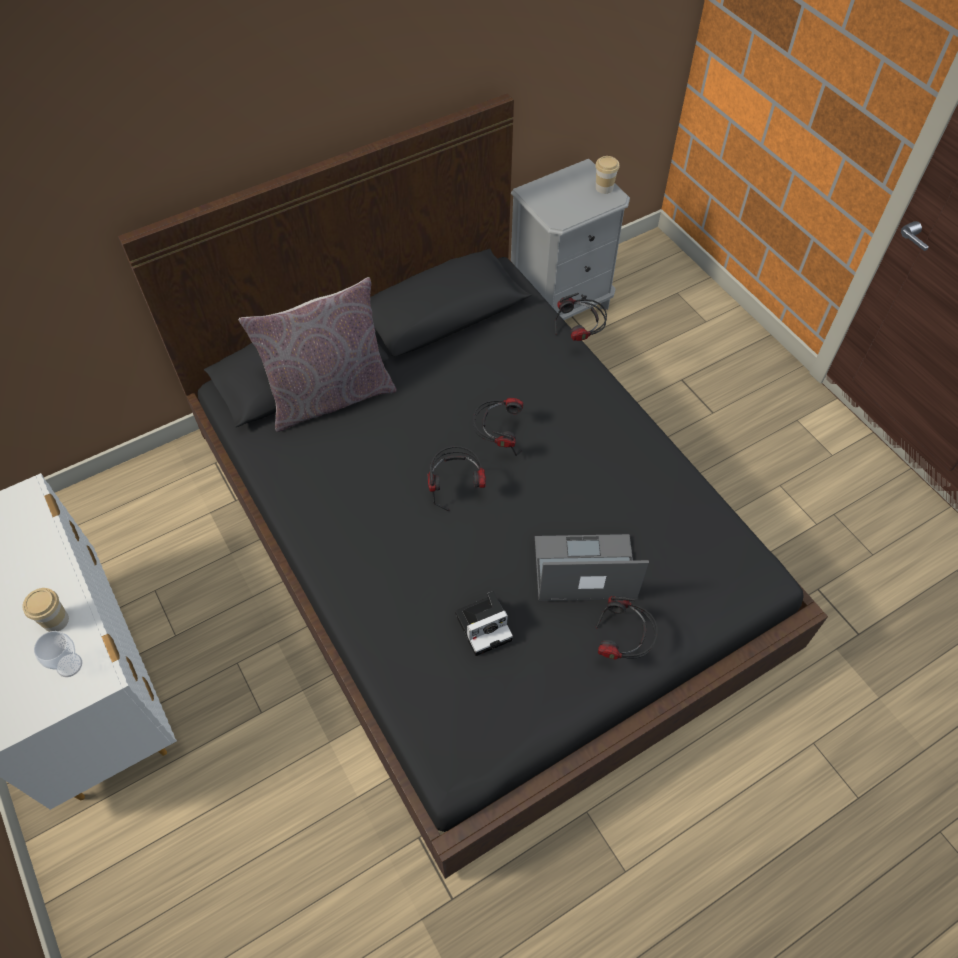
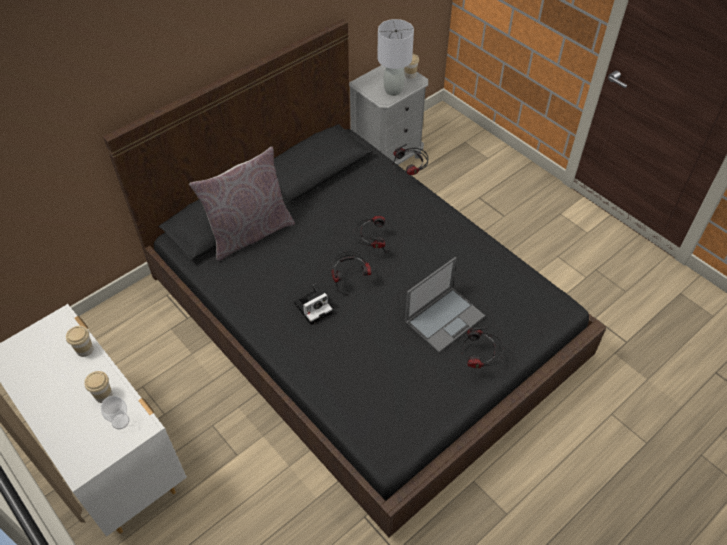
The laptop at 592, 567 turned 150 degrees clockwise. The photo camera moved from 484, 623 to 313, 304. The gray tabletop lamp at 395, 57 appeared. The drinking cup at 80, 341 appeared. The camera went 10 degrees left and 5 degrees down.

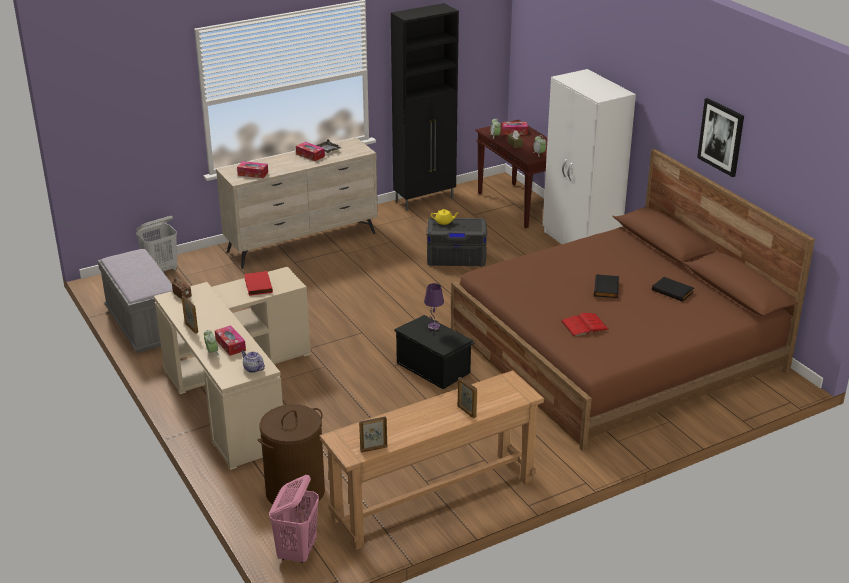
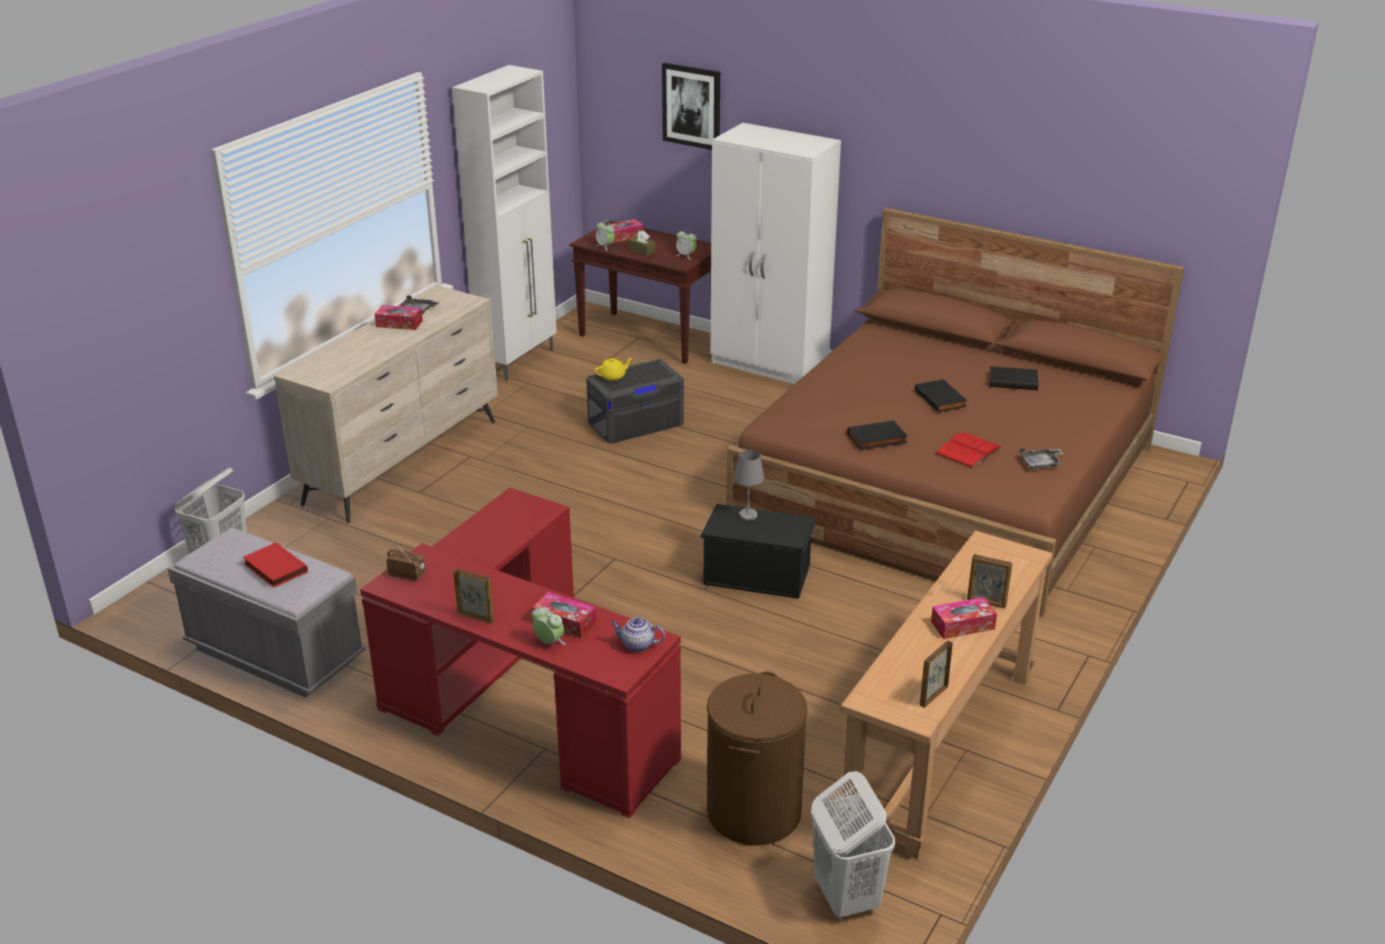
The blackish storage cabinet at 425, 106 became the whitish storage cabinet at 504, 223. The wall picture moved from 720, 137 to 691, 106. The box of tissues moved from 252, 169 to 964, 618. The beige-coloured desk unit at 232, 368 became the red desk unit at 520, 653. The red volume moved from 258, 283 to 275, 565. The purplish tabletop lamp at 434, 306 became the gray tabletop lamp at 749, 485. The pink-coloured hamper at 294, 519 became the whitish hamper at 853, 844. The blackish volume at 877, 435 appeared. The gray carrying tray at 1041, 459 appeared. The camera went 30 degrees left and 0 degrees up.

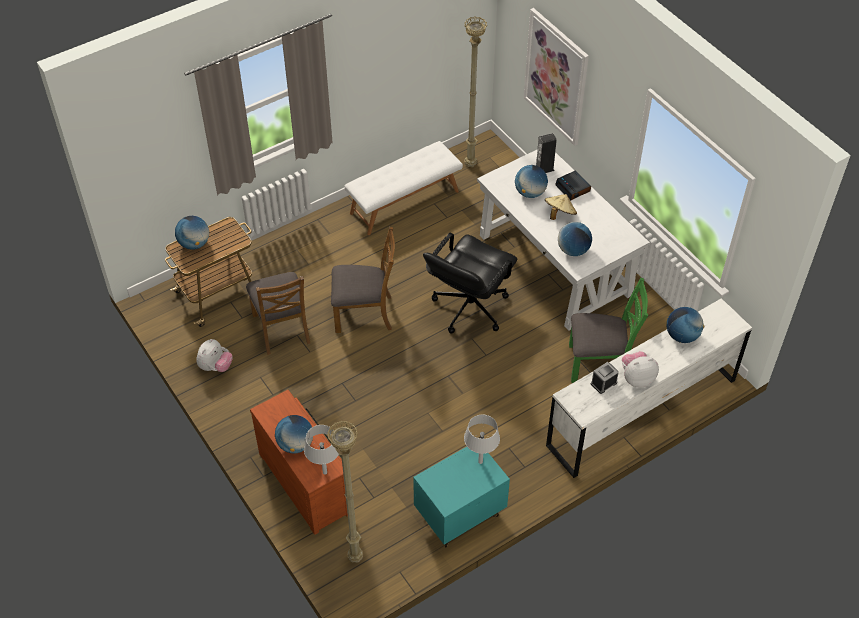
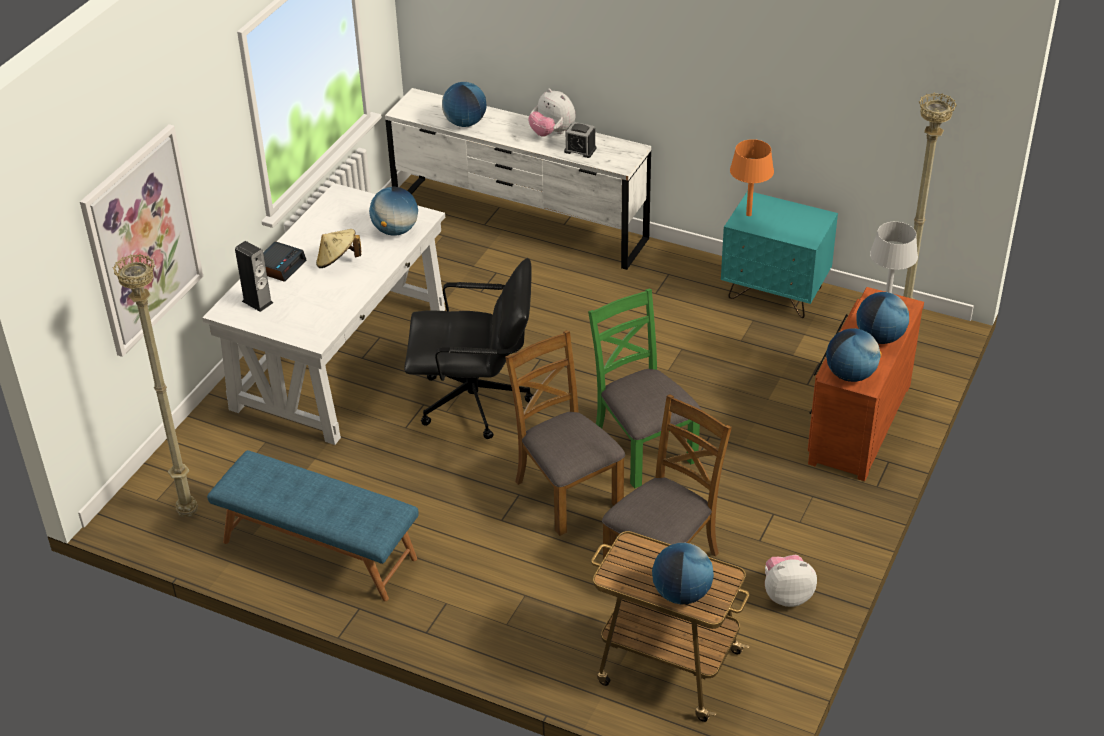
The whitish indoor bench at 404, 188 became the bluish indoor bench at 313, 525. The globe moved from 531, 181 to 854, 355. The green upright chair moved from 608, 330 to 644, 388. The gray tabletop lamp at 482, 439 became the orange tabletop lamp at 752, 177. The camera went 120 degrees left and 10 degrees down.

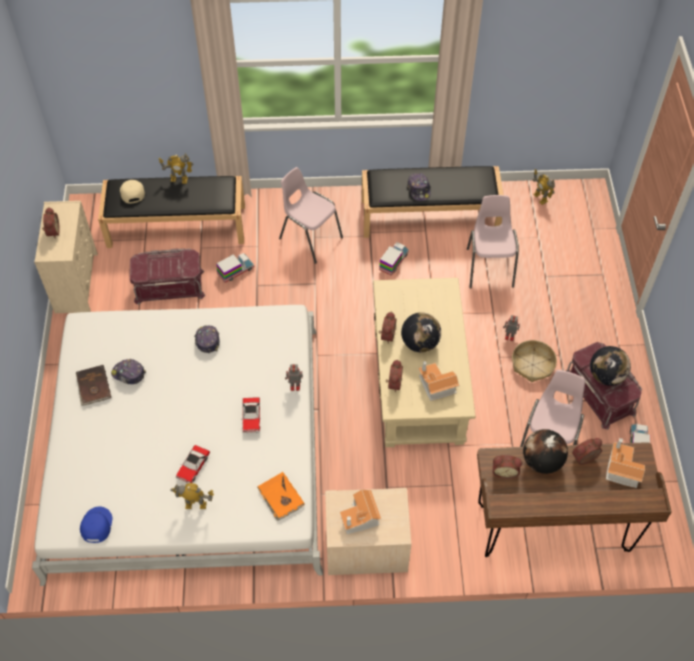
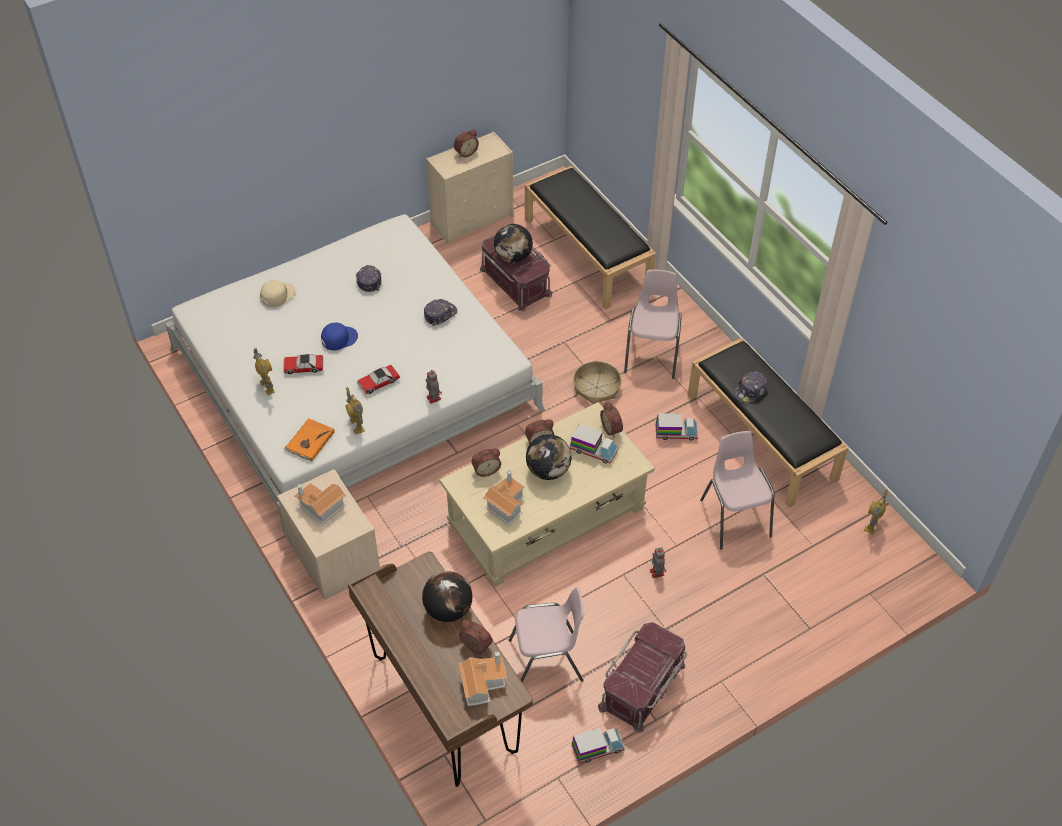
The robot figure moved from 176, 168 to 355, 411. The beige-coloured baseball cap moved from 132, 191 to 277, 293. The pink-coloured upright chair at 493, 241 turned 75 degrees counterclockwise. The toy truck moved from 235, 268 to 594, 444. The basket moved from 534, 361 to 597, 382. The globe moved from 610, 366 to 513, 243. The brown-coloured volume at 93, 385 disappeared. The alarm clock moved from 507, 467 to 611, 419. The bluish baseball cap moved from 96, 525 to 339, 336. The camera went 60 degrees right and 5 degrees down.

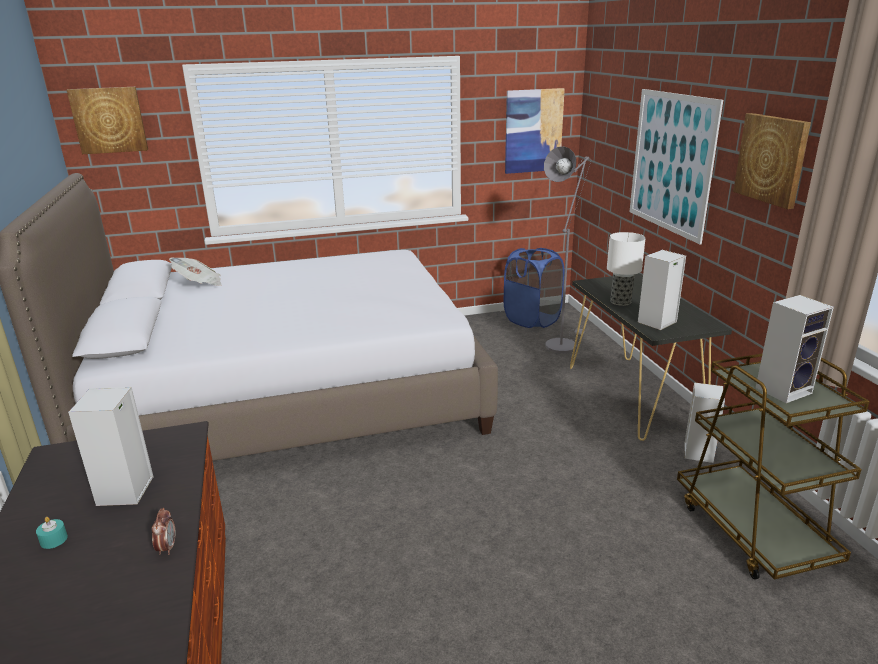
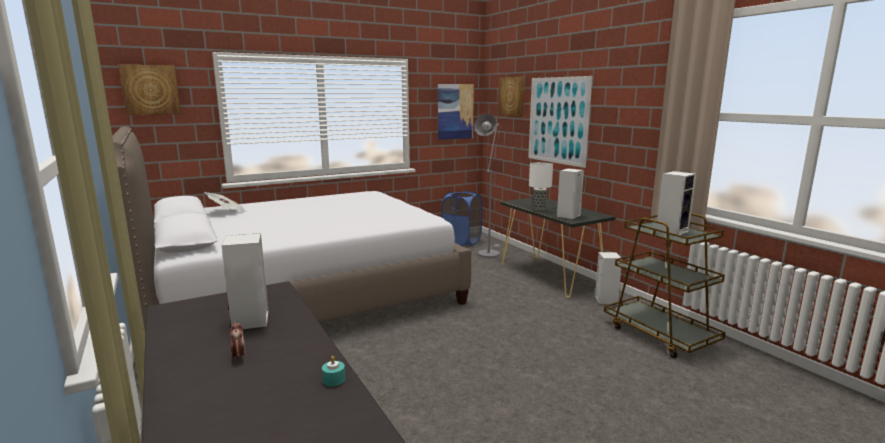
The wall picture moved from 772, 161 to 511, 97. The alarm clock moved from 163, 531 to 237, 340. The turquoise wax light moved from 52, 533 to 333, 371. The camera went 15 degrees left and 10 degrees down.

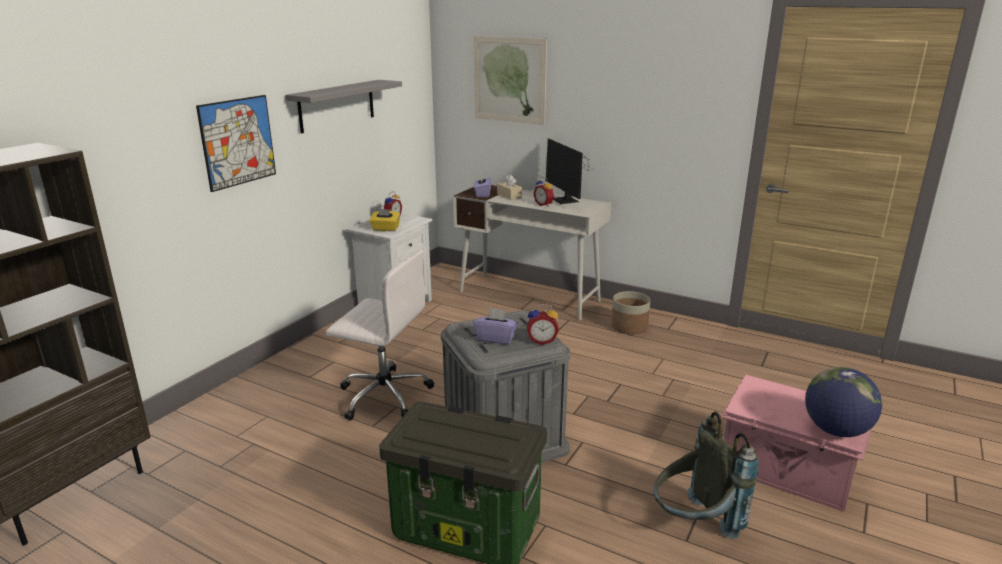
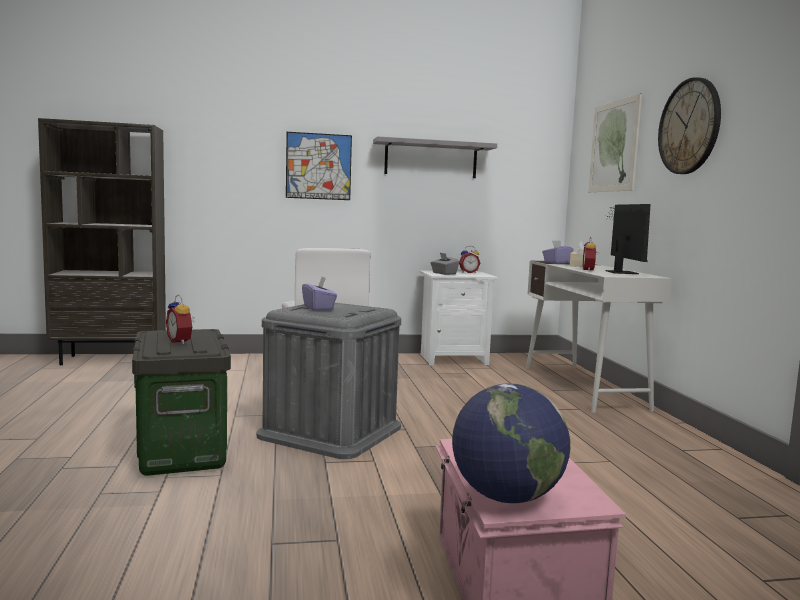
The computer display at 569, 171 turned 150 degrees clockwise. The yellowish box of tissues at 385, 220 became the gray box of tissues at 445, 264. The planter at 630, 312 disappeared. The alarm clock moved from 543, 324 to 180, 319. The gray backpack at 706, 475 disappeared. The clock on the wall at 689, 125 appeared. The camera went 50 degrees right and 15 degrees down.

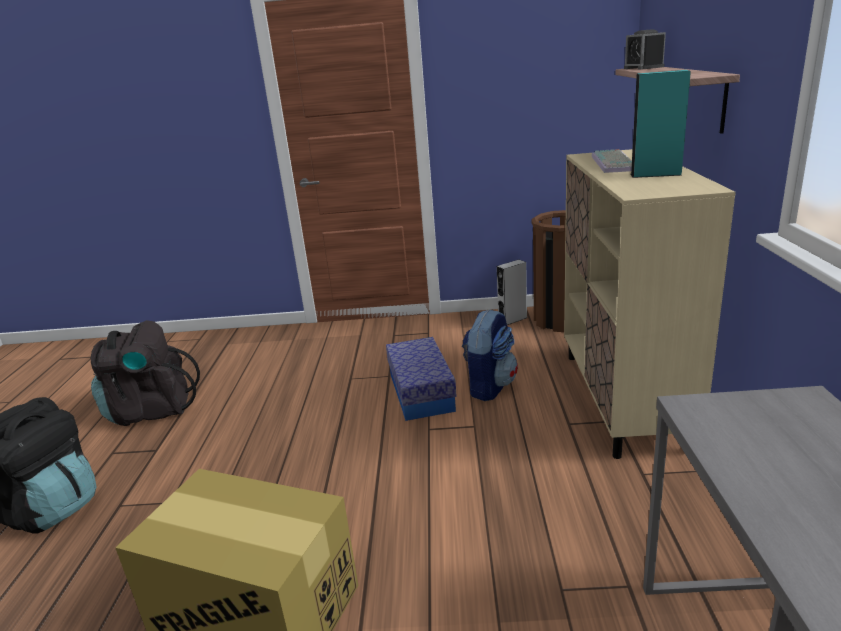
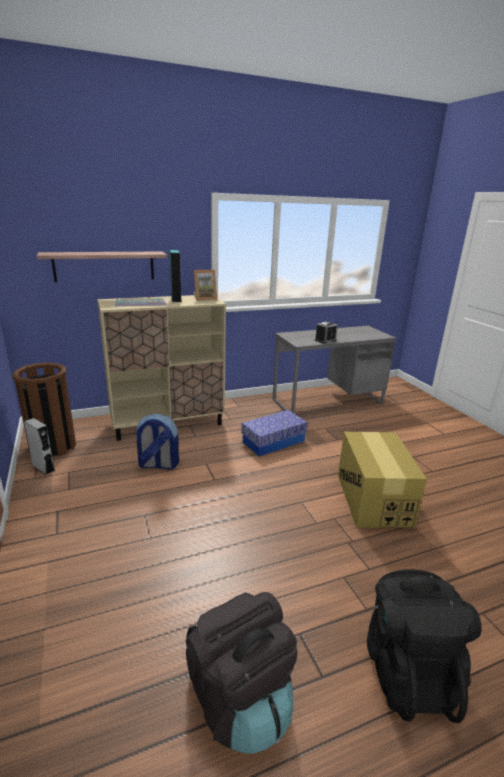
The alarm clock moved from 645, 49 to 326, 332. The storage box moved from 421, 379 to 274, 433. The standing frame at 205, 285 appeared. The camera went 115 degrees left and 0 degrees up.

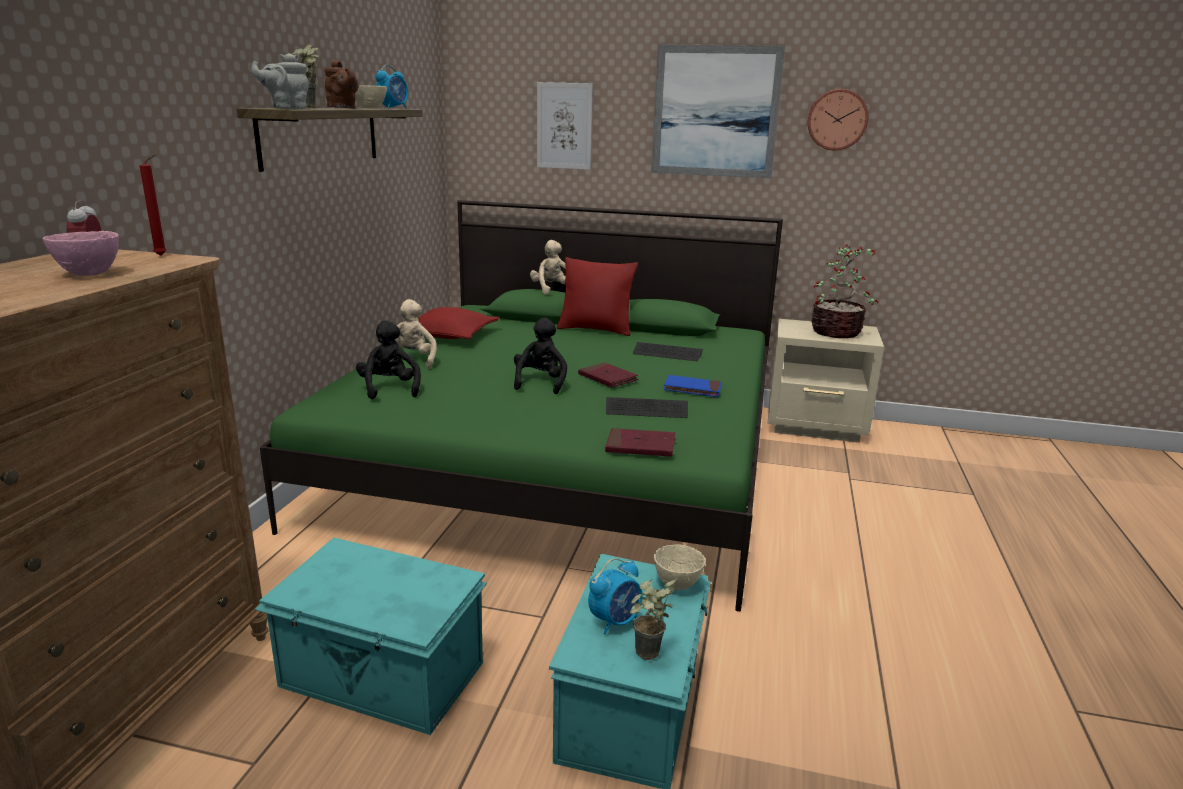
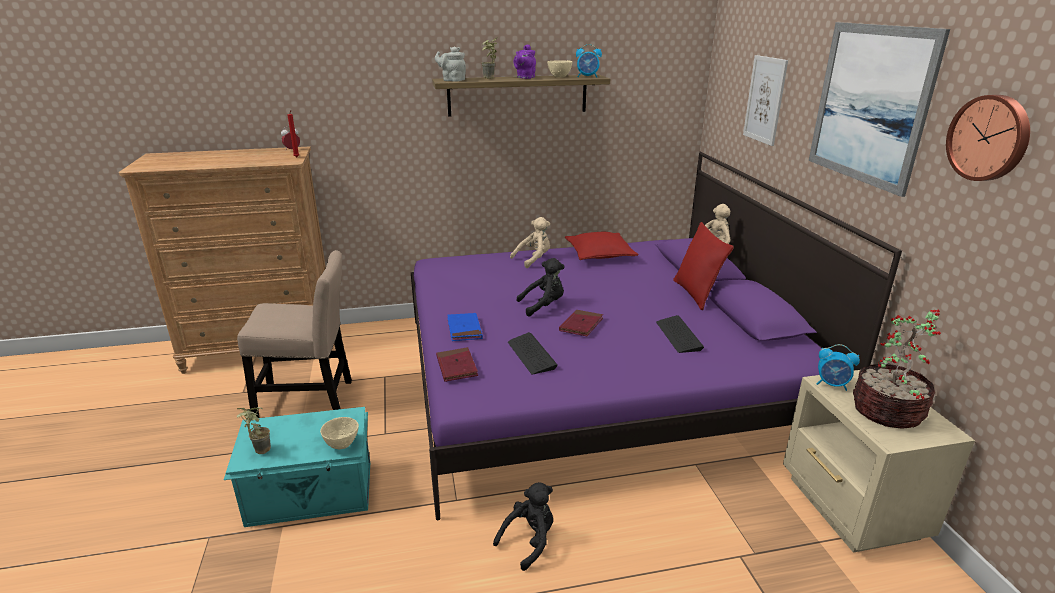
The brown-coloured tea pot at 341, 84 became the purplish tea pot at 525, 61. The green bedroom bed at 521, 406 became the purplish bedroom bed at 656, 336. The pink-coloured serving bowl at 80, 253 disappeared. The blackish soft toy moved from 388, 359 to 523, 526. The bluish volume moved from 692, 386 to 465, 327. The turquoise storage box at 370, 636 was replaced by the beige-coloured upright chair at 294, 334. The alarm clock moved from 615, 596 to 838, 367. The camera went 65 degrees right and 5 degrees up.

